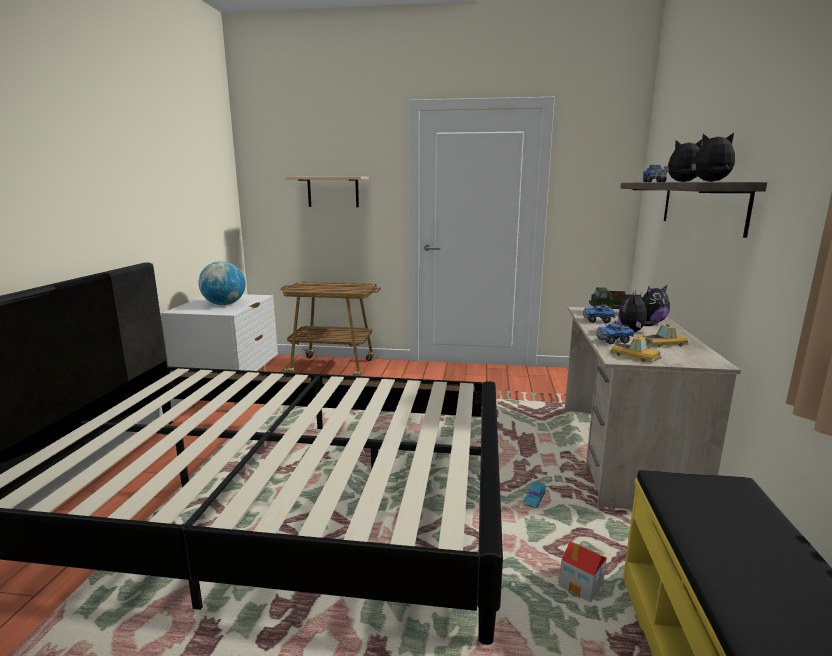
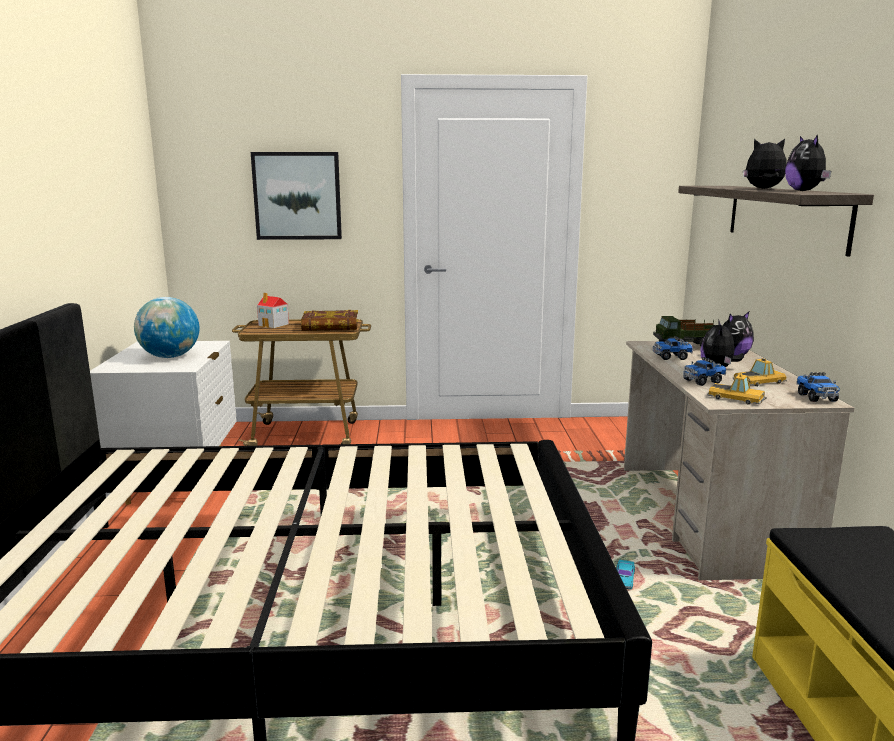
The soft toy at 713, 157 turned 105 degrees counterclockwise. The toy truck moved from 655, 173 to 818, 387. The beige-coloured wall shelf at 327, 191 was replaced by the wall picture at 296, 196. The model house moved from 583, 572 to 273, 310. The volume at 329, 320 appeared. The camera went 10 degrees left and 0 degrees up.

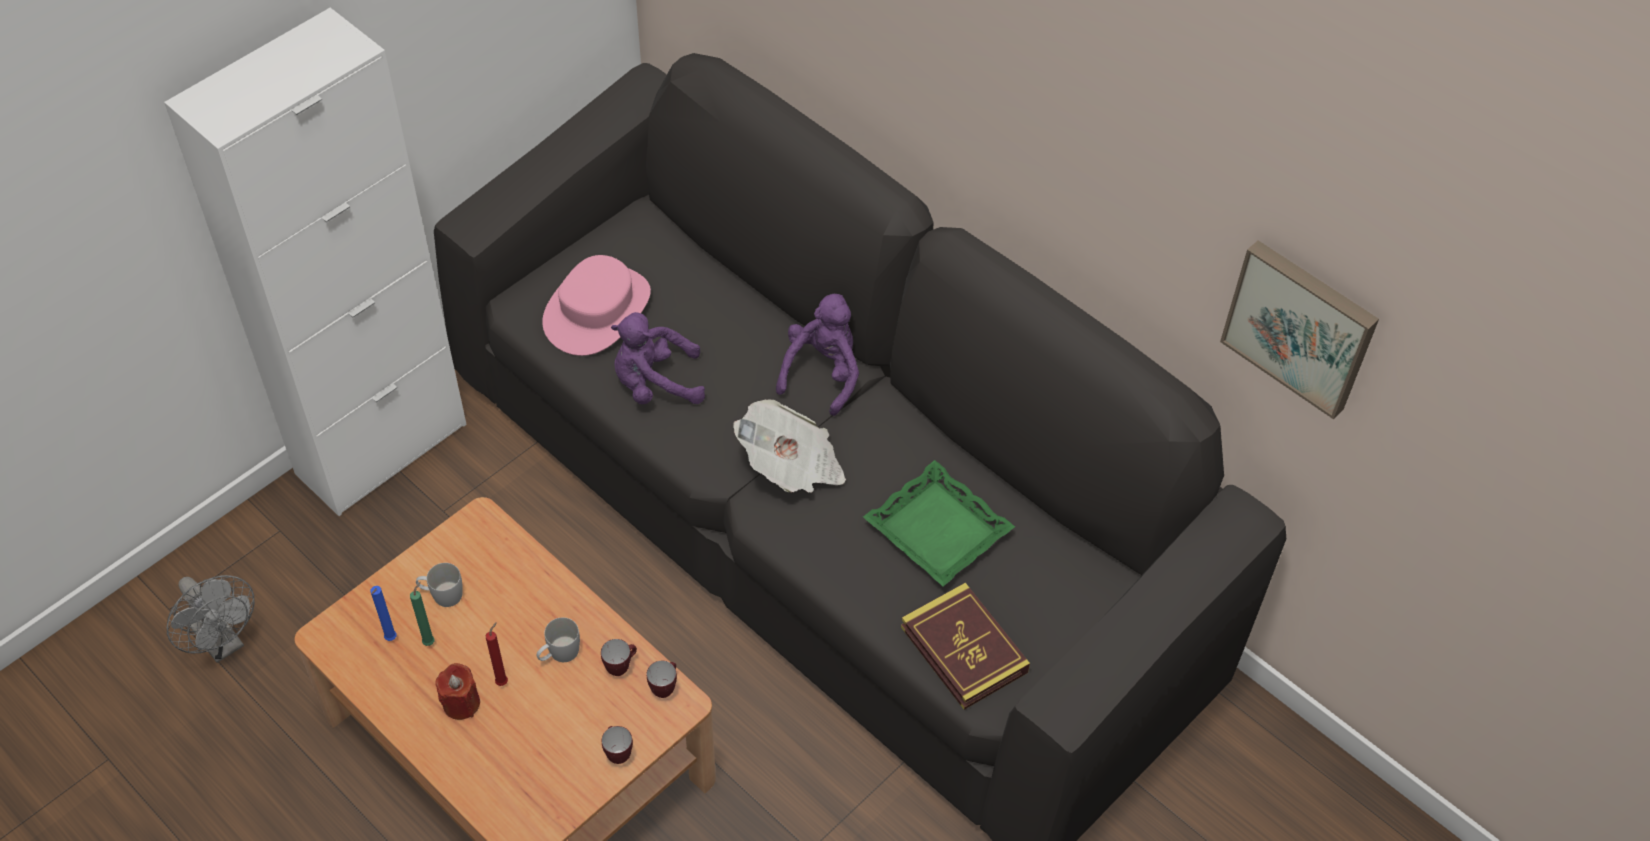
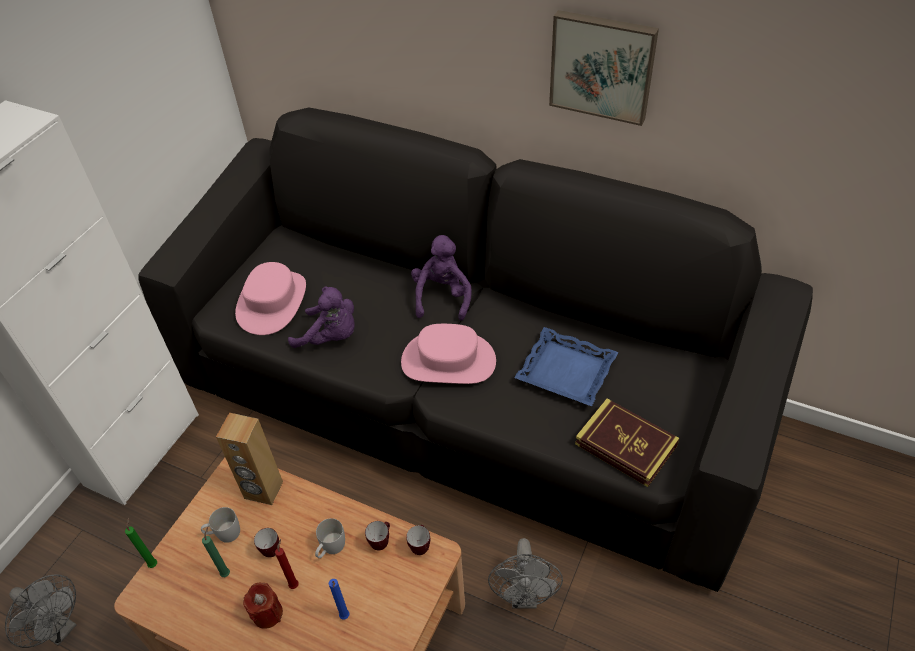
The wall picture moved from 1299, 330 to 604, 68. The purplish soft toy at 658, 358 turned 135 degrees counterclockwise. The printed paper at 789, 446 was replaced by the pink-coloured hat at 448, 353. The green carrying tray at 939, 523 became the bluish carrying tray at 566, 366. The bluish wax light moved from 384, 613 to 339, 599. The tea mug moved from 617, 745 to 267, 542. The brown-coloured speaker at 249, 459 appeared. The green wax light at 141, 543 appeared. The gray cooling fan at 525, 573 appeared. The camera went 15 degrees left and 5 degrees down.

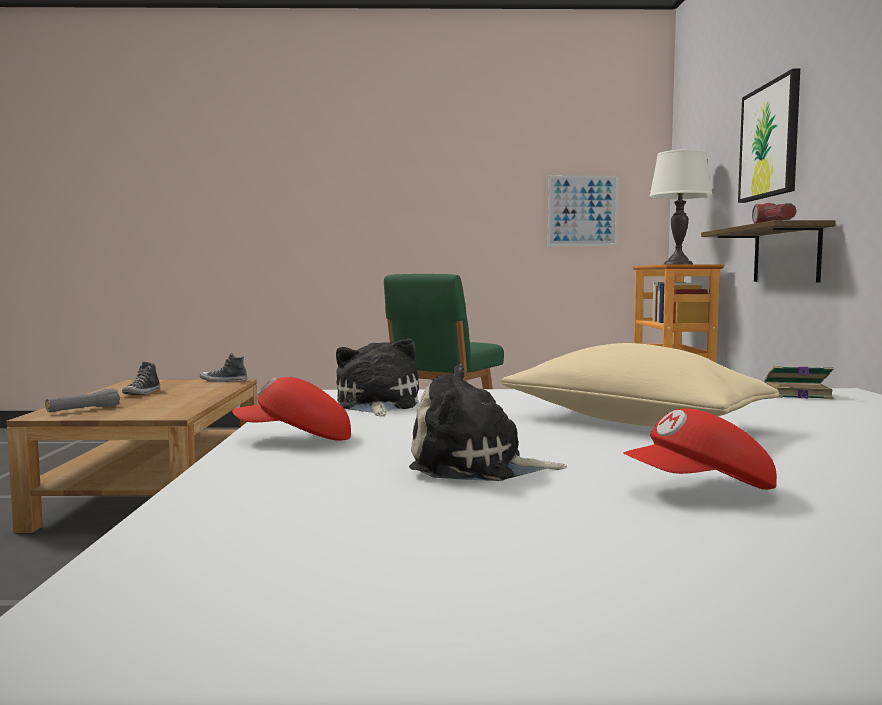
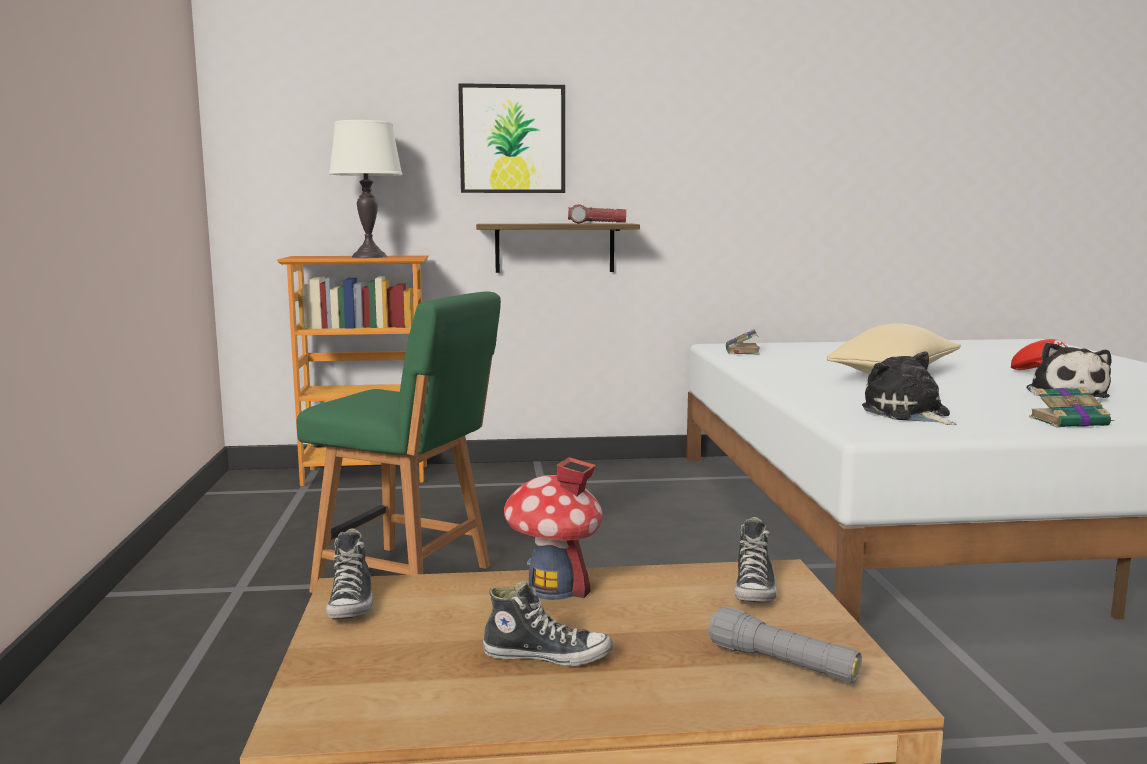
The wall picture at 583, 210 disappeared. The soft toy at 377, 377 turned 75 degrees clockwise. The red baseball cap at 291, 409 was replaced by the volume at 1072, 407. The model house at 553, 528 appeared. The shoe at 756, 560 appeared. The camera went 95 degrees left and 5 degrees up.

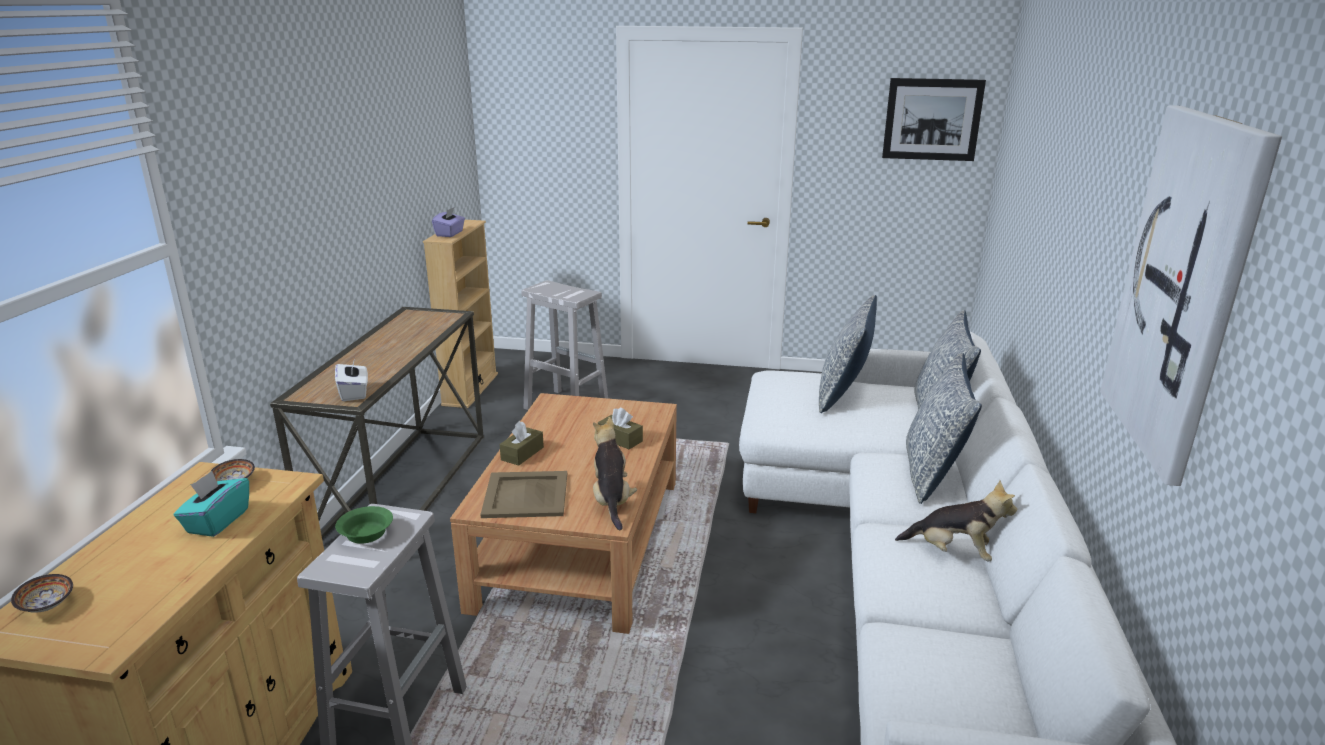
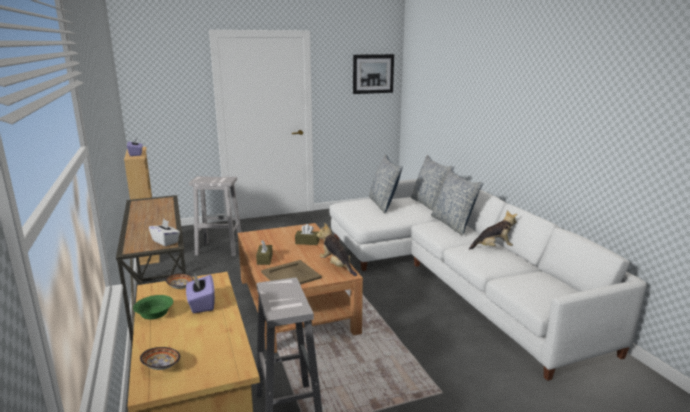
The wall picture at 1191, 296 disappeared. The turquoise box of tissues at 211, 504 became the purplish box of tissues at 200, 293. The green serving bowl moved from 364, 525 to 153, 307. The camera went 30 degrees left and 5 degrees down.

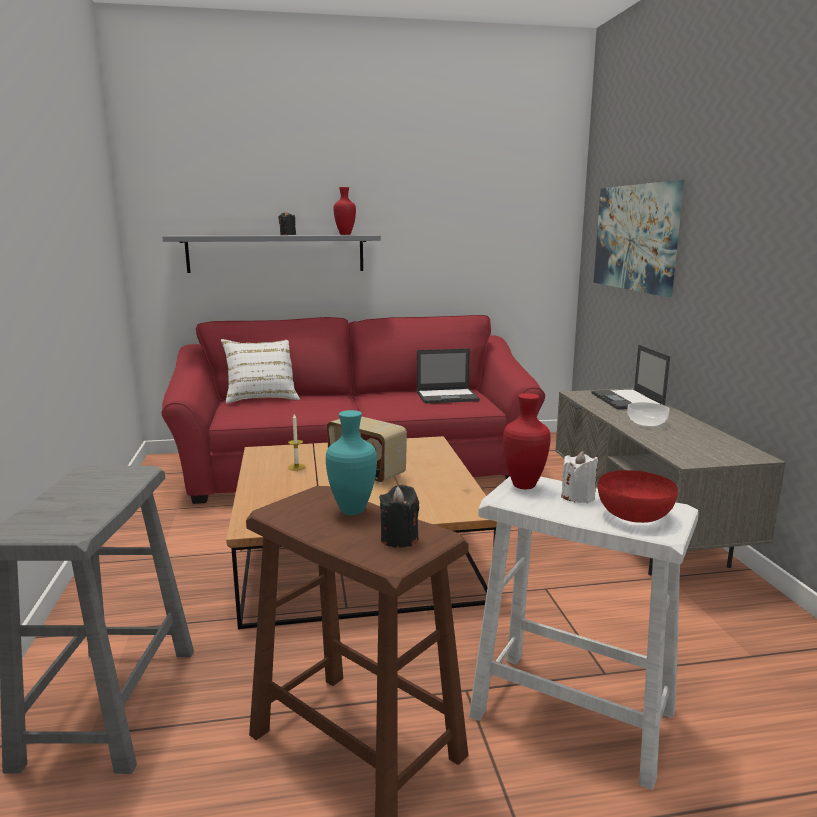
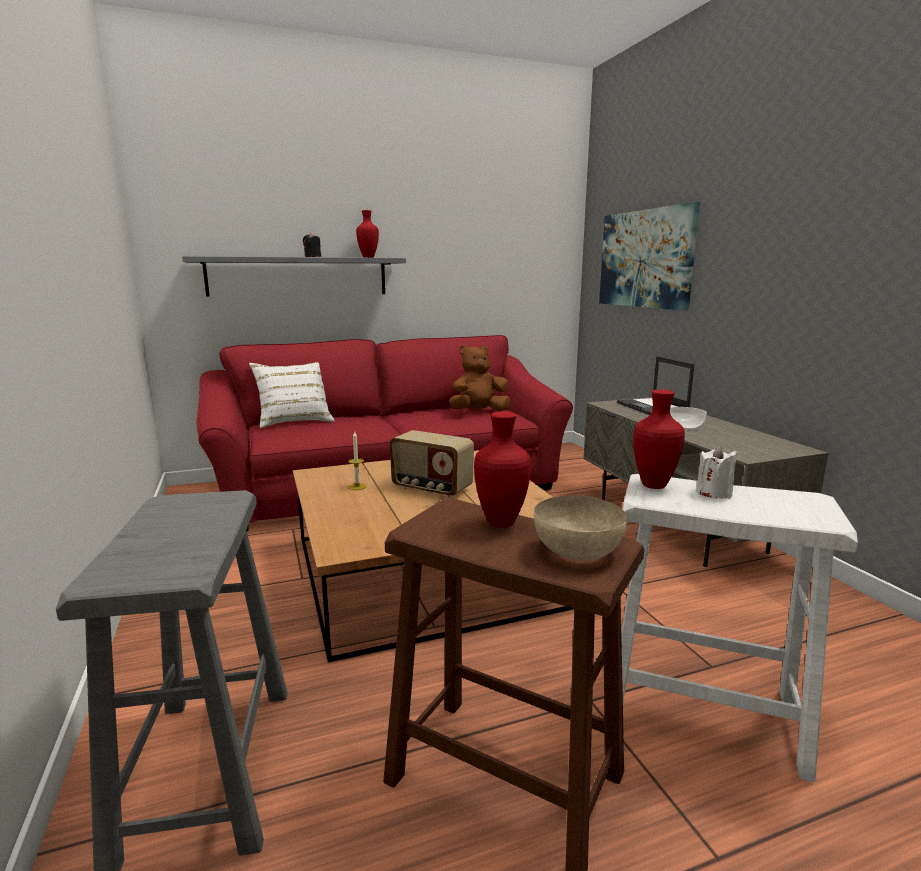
The laptop at 448, 376 was replaced by the brown-coloured soft toy at 480, 378. The turquoise decorative vase at 351, 462 became the red decorative vase at 502, 469. The red serving bowl at 638, 496 disappeared. The blackish wax light at 399, 516 was replaced by the beige-coloured serving bowl at 580, 527. The camera went 10 degrees left and 0 degrees up.

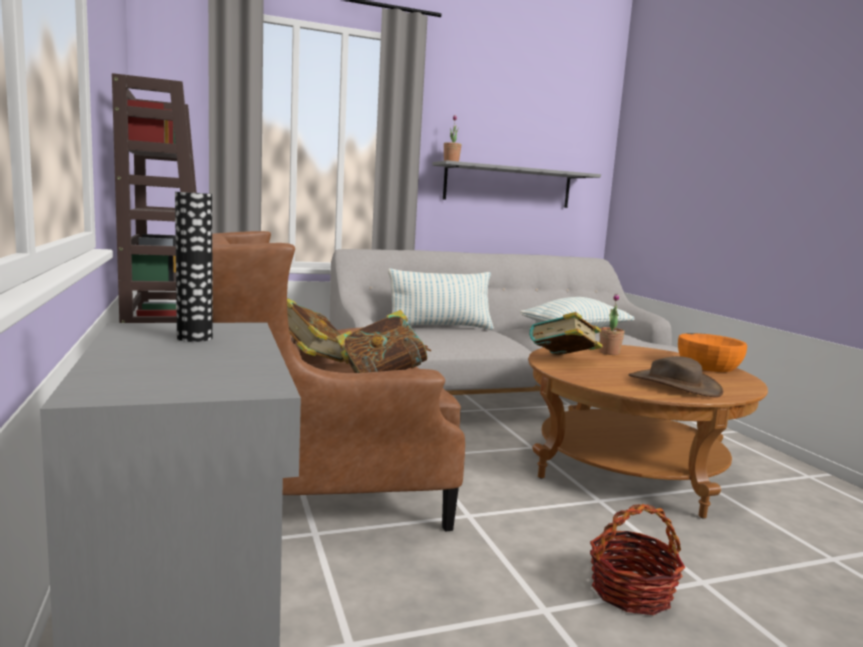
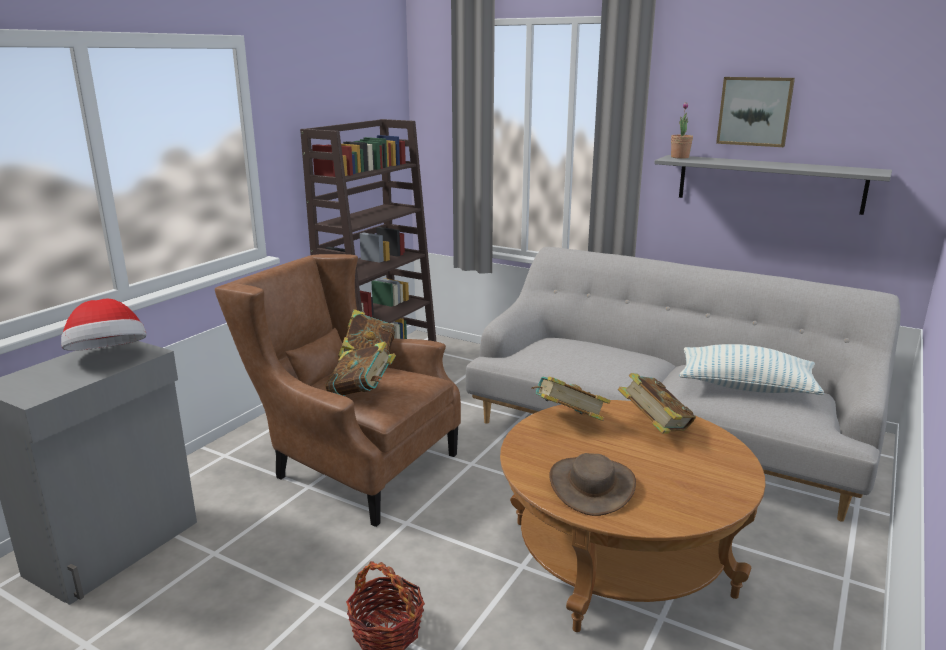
The decorative vase at 194, 267 was replaced by the hat at 104, 324. The pillow at 441, 299 disappeared. The potted plant at 612, 324 was replaced by the volume at 657, 403. The orange serving bowl at 712, 352 disappeared. The wall picture at 755, 112 appeared. The camera went 50 degrees right and 10 degrees up.

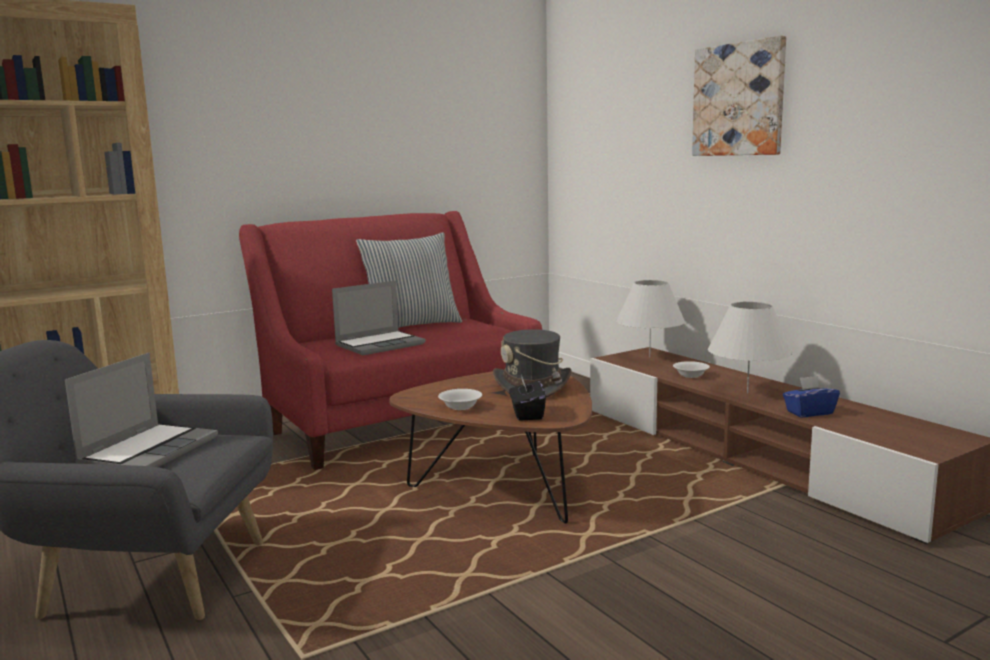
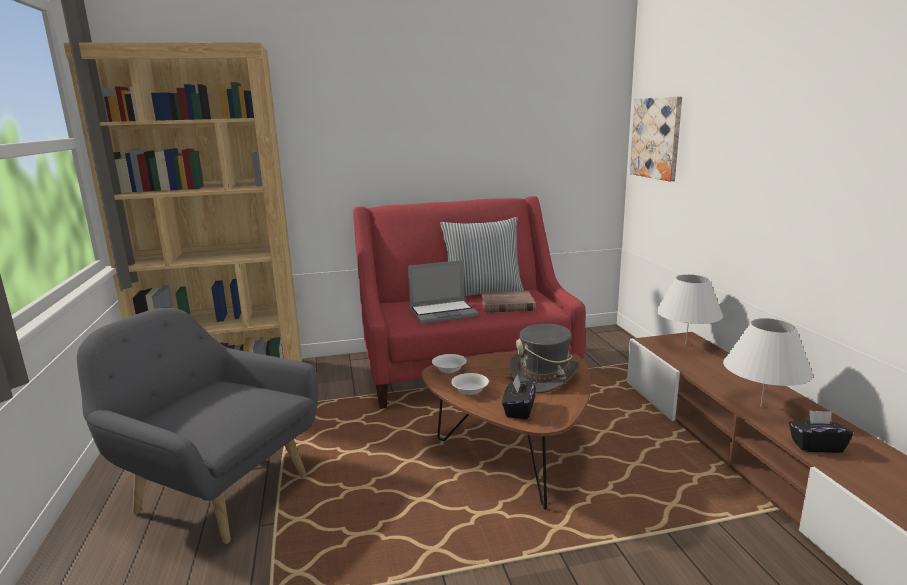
The wall picture moved from 739, 95 to 656, 139. The laptop at 141, 410 disappeared. The whitish serving bowl moved from 691, 369 to 449, 363. The bluish box of tissues at 811, 396 became the blackish box of tissues at 821, 431. The brown-coloured volume at 508, 302 appeared. The camera went 20 degrees right and 5 degrees up.

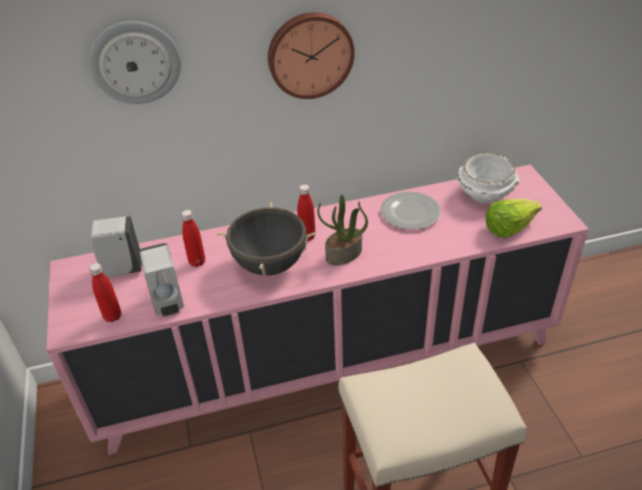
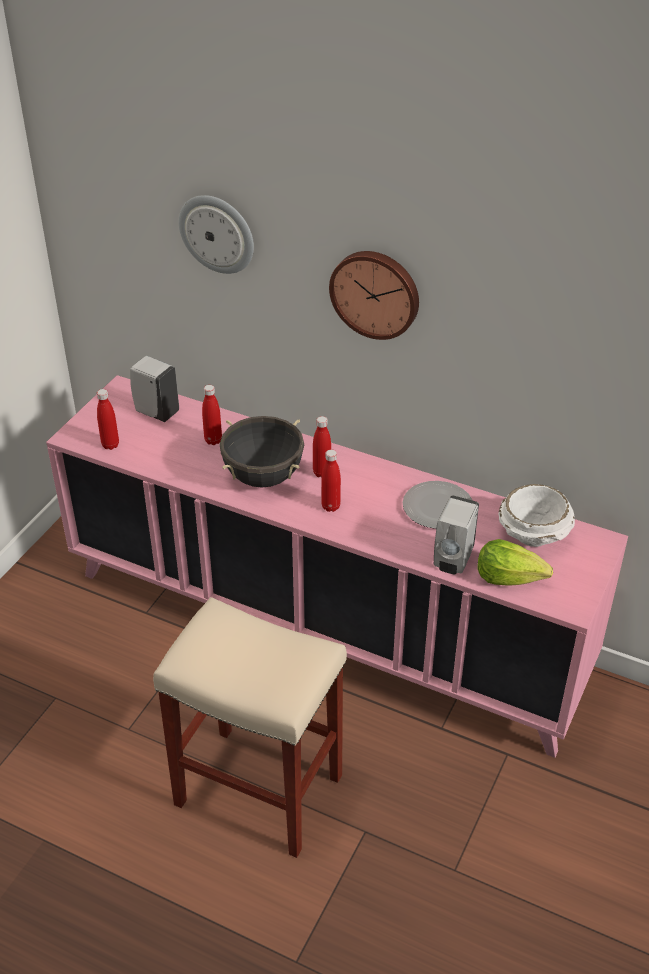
The potted plant at 342, 230 was replaced by the red beverage bottle at 331, 481. The whitish soap bottle moved from 162, 279 to 456, 535. The camera went 40 degrees right and 0 degrees up.

